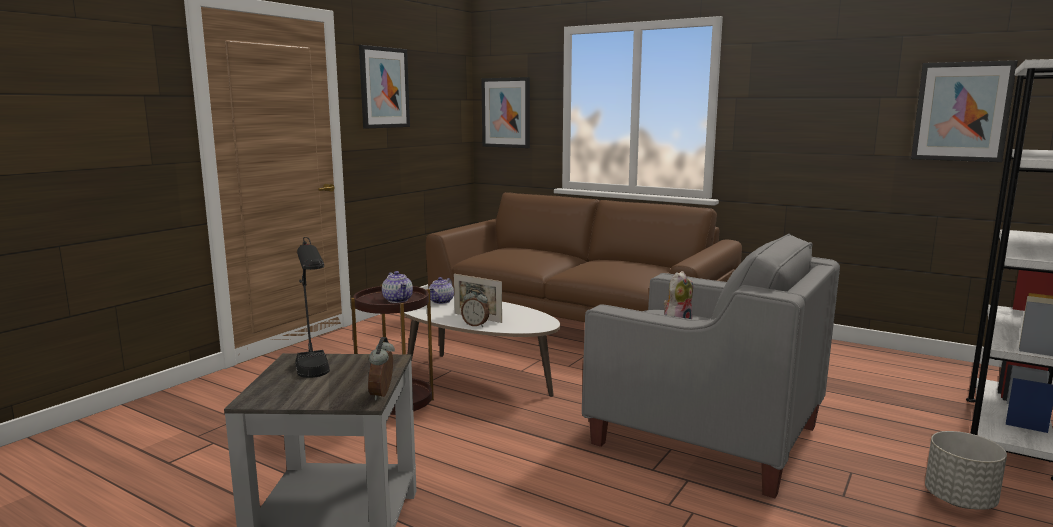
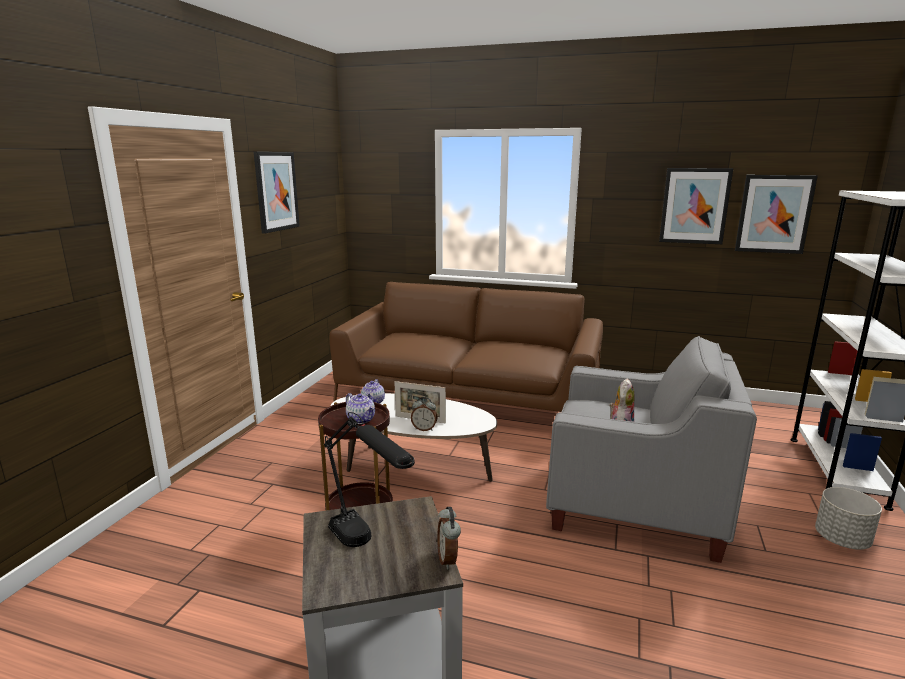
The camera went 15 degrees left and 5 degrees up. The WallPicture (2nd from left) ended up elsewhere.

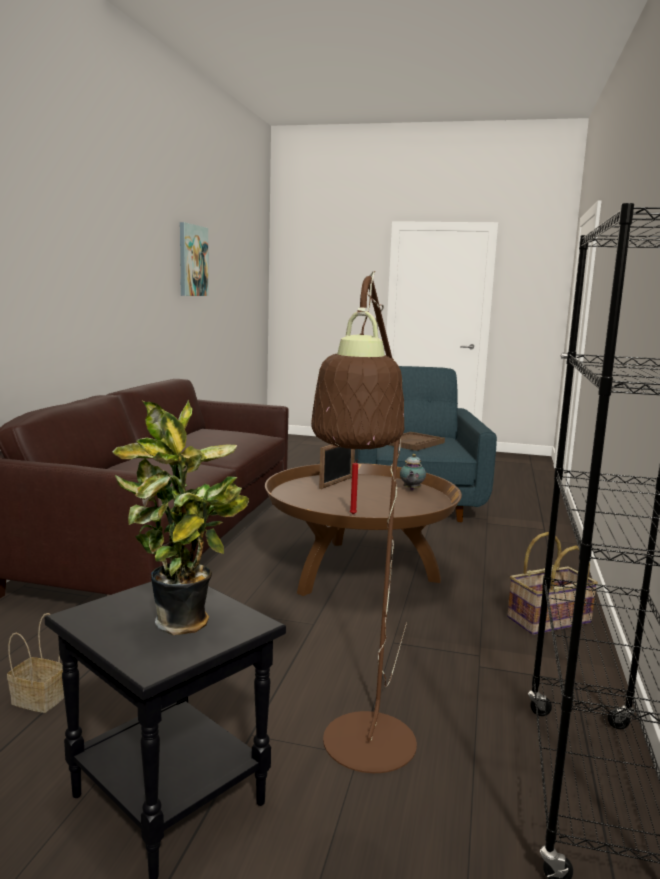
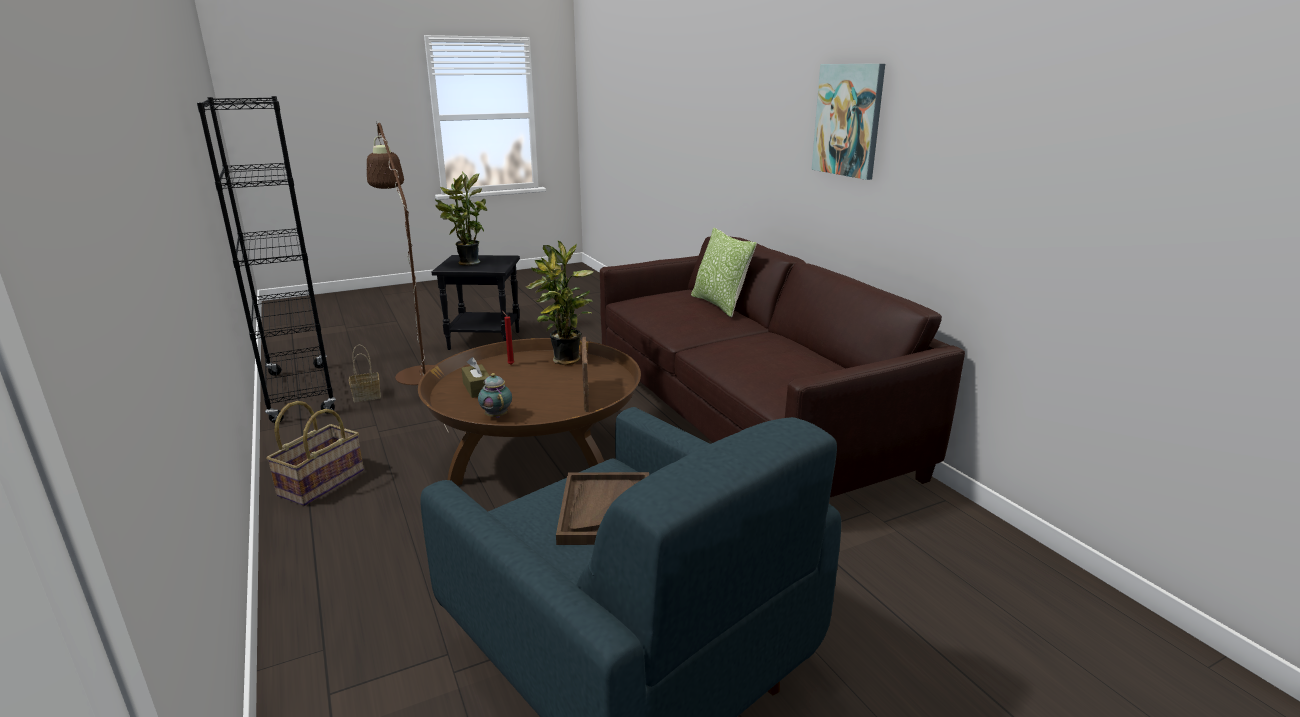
The camera went 140 degrees right and 10 degrees up. The Basket (1st from left in the first image) ended up elsewhere. The second view gained the BrownColouredTissueBox. The second view gained the PottedPlant (2nd from left). The second view gained the ThrowPillow. The WallPicture ended up elsewhere.

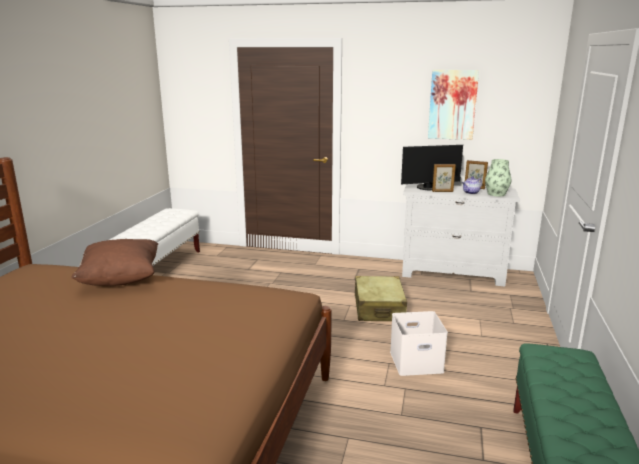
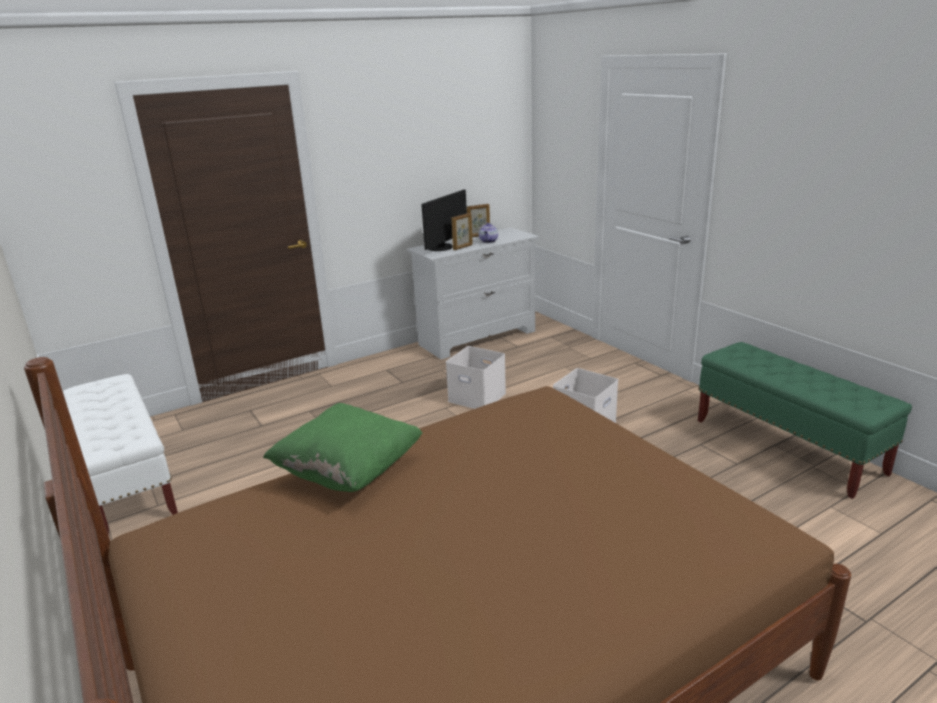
The camera went 45 degrees left and 5 degrees up. What was the BrownColouredThrowPillow turned into the GreenThrowPillow. Where the BeigeColouredTravelCase stood, the WhitishStorageBox (1st from left) came to stand. The second view lost the WallPicture. The second view lost the DecorativeVase.

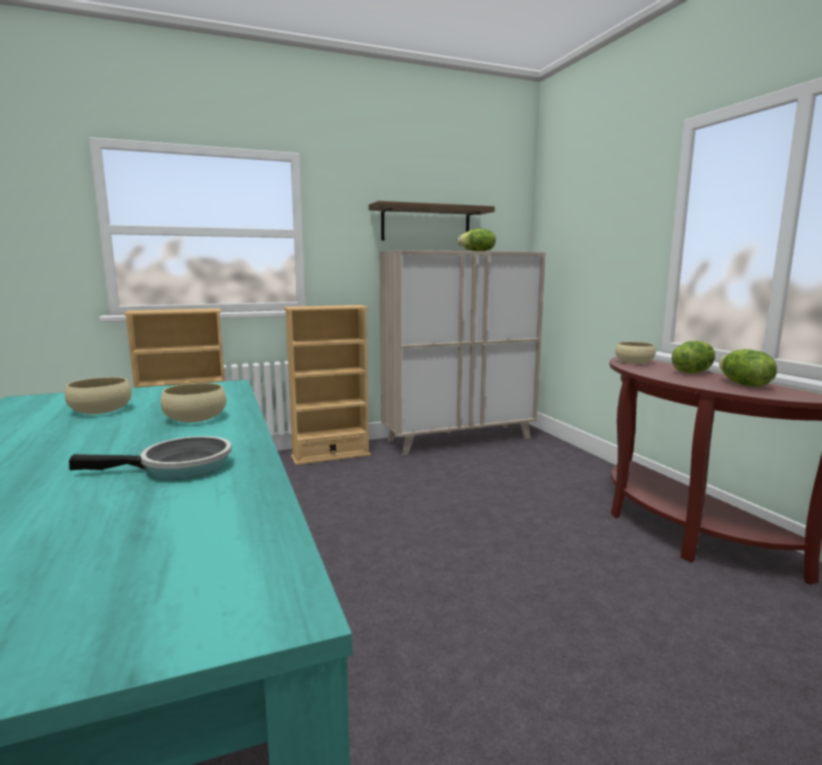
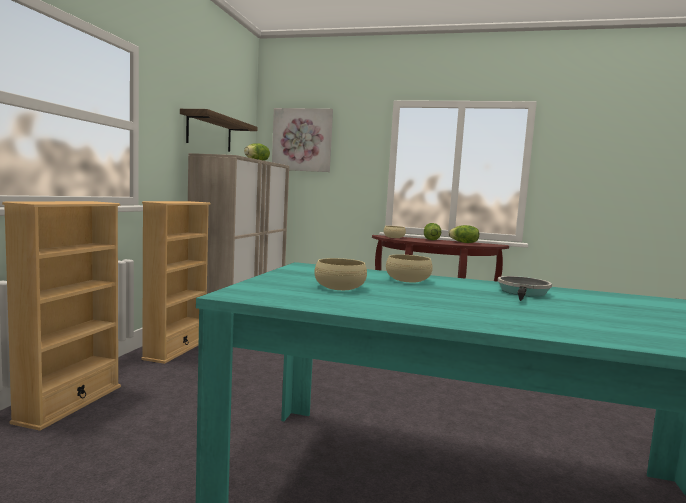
The camera went 55 degrees left and 5 degrees down. The second view gained the WallPicture.

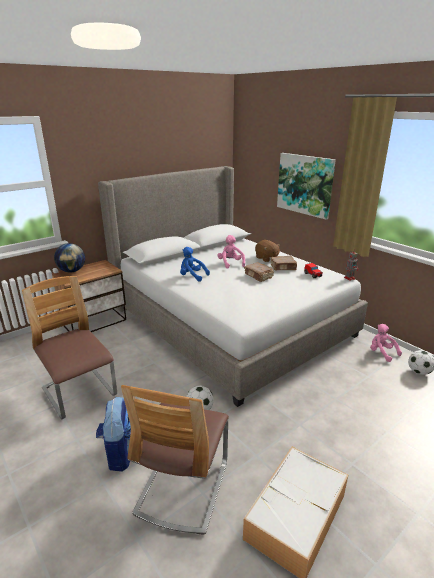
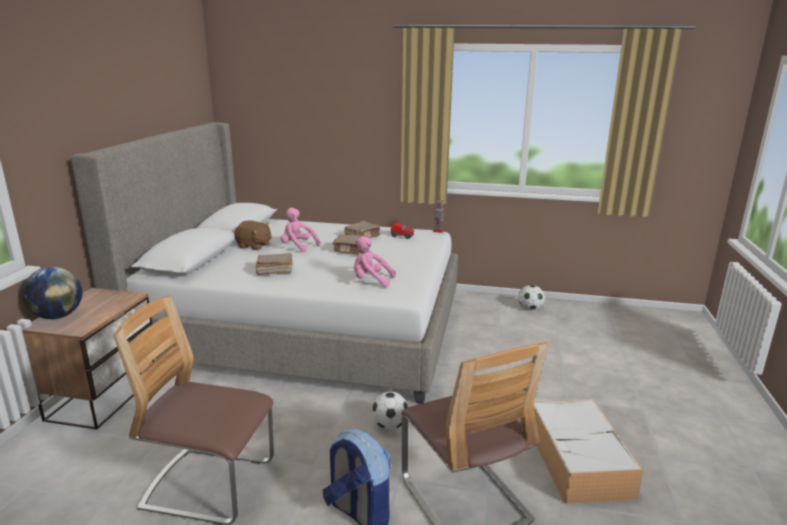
The camera went 40 degrees left and 5 degrees down. The BrownColouredSoftToy ended up elsewhere. Where the BlueSoftToy stood, the BrownColouredBook (1st from left) came to stand. The PinkColouredSoftToy (2nd from left) ended up elsewhere. The second view lost the WallPicture.

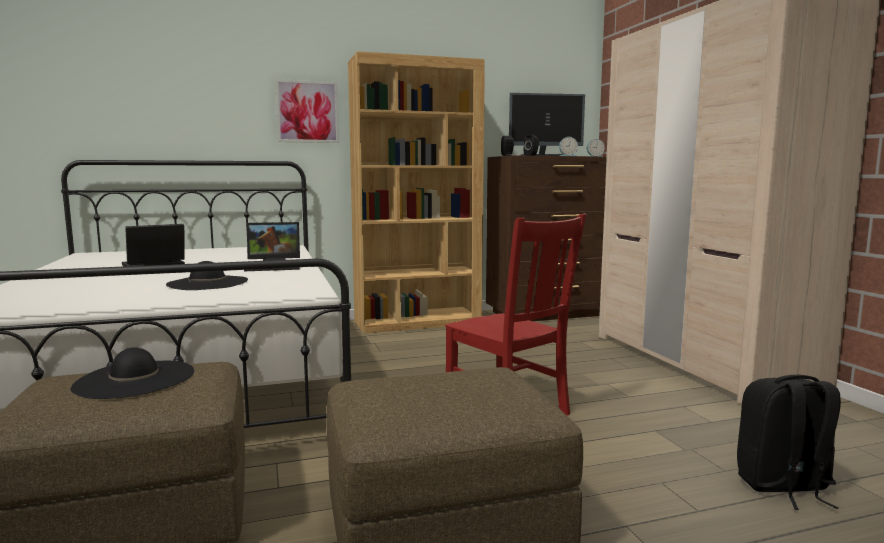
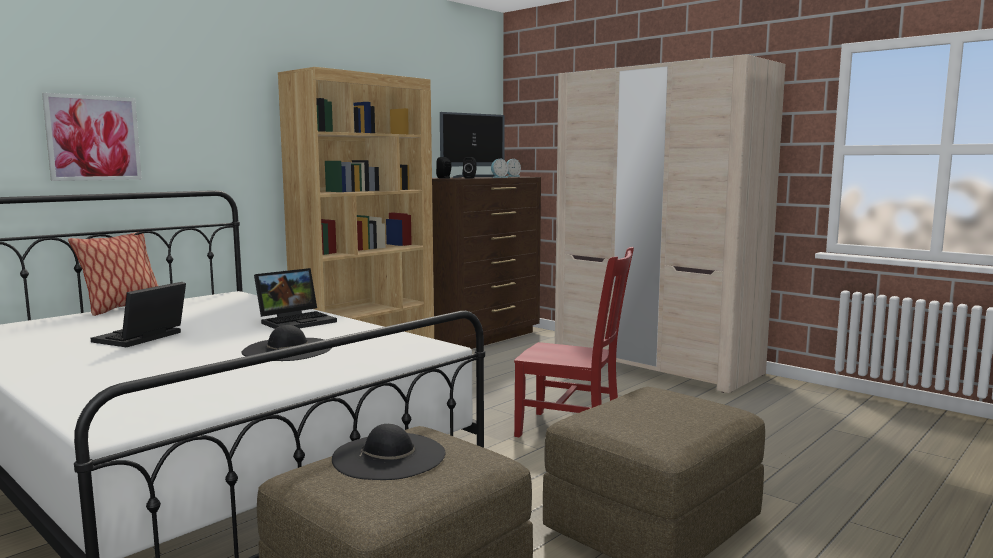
The camera went 30 degrees left and 0 degrees up. The WallPicture ended up elsewhere. The second view gained the ThrowPillow. The second view lost the BlackishBackpack.

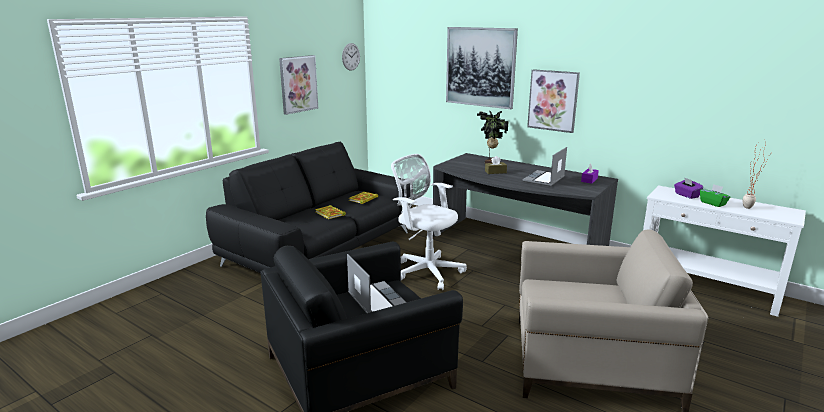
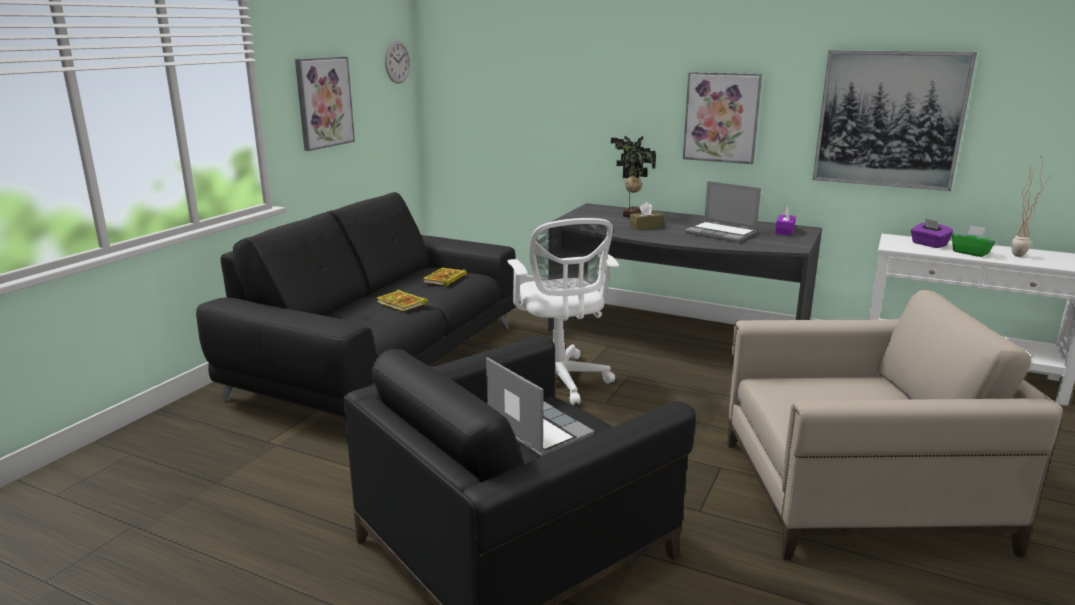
The camera went 10 degrees left and 0 degrees up. The WhitishDeskChair ended up facing another way, 135 degrees counterclockwise from before. The Laptop (2nd from left) ended up facing another way, 75 degrees counterclockwise from before. The WallPicture (2nd from left in the first image) ended up elsewhere.

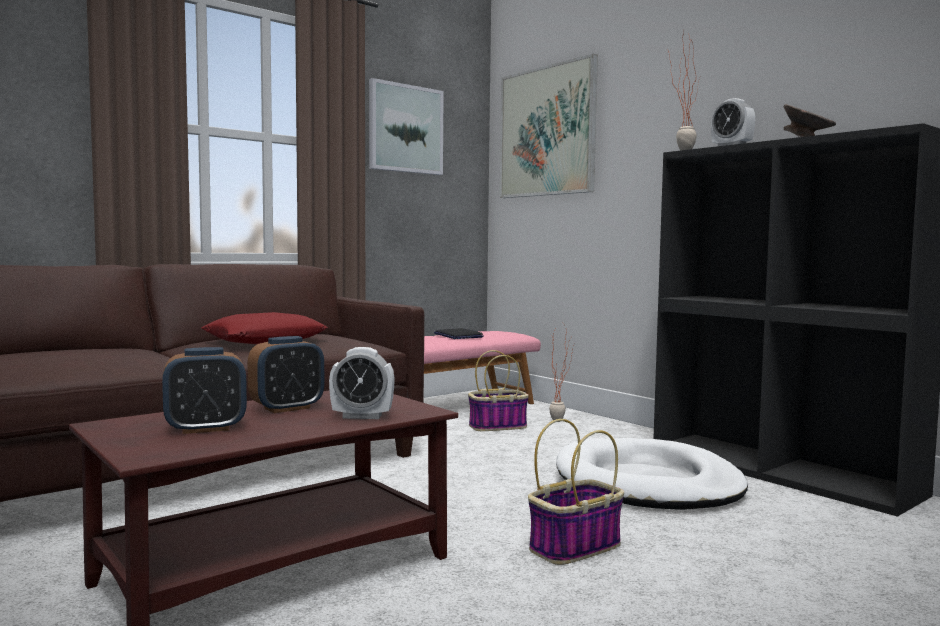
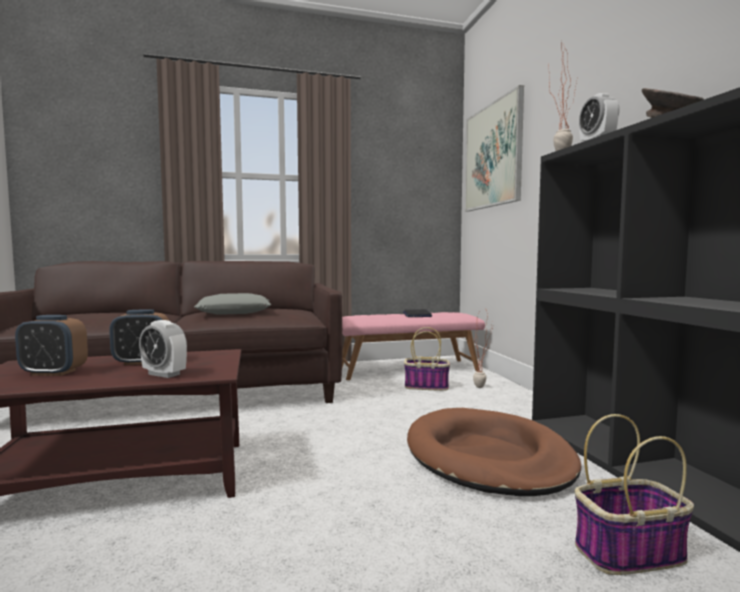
The camera went 25 degrees right and 0 degrees up. What was the ReddishThrowPillow turned into the GreyThrowPillow. What was the WhitishDogCushion turned into the BrownColouredDogCushion. The Basket (2nd from left) ended up elsewhere. The second view lost the WallPicture (1st from left).

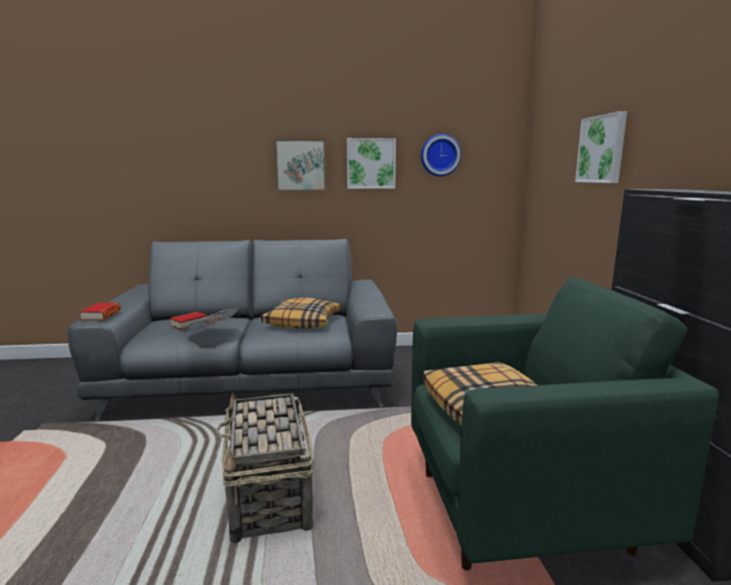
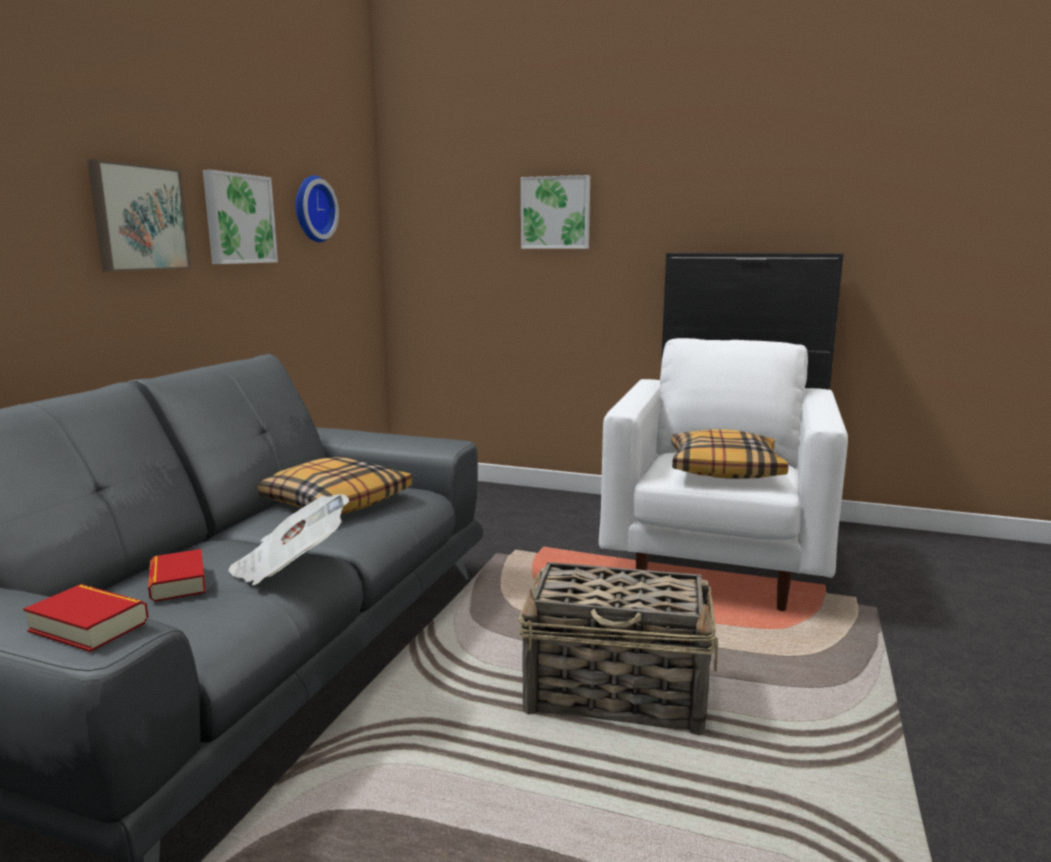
The camera went 65 degrees left and 0 degrees up. What was the GreenEasyChair turned into the WhitishEasyChair.

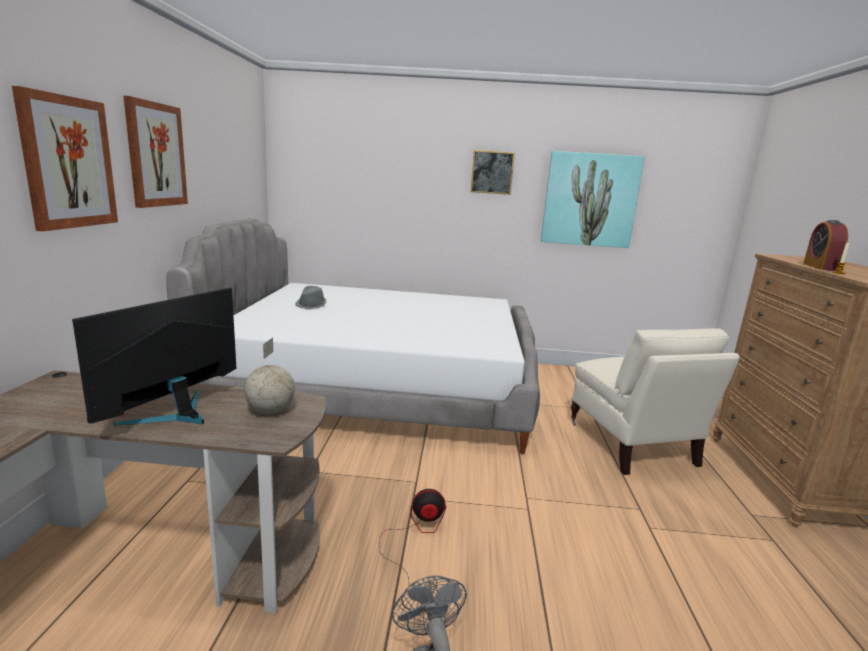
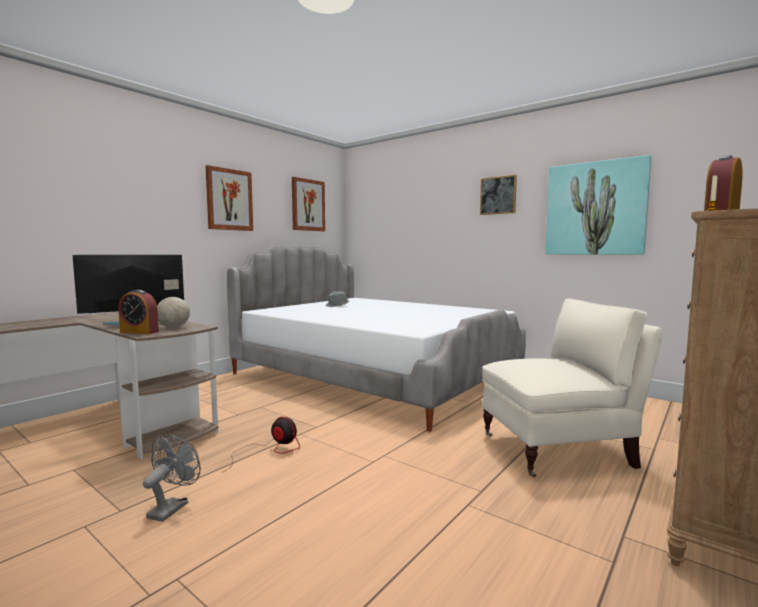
The camera went 35 degrees right and 10 degrees down. The second view gained the AlarmClock (1st from left). The WallPicture (1st from left in the first image) ended up elsewhere. The BeigeColouredEasyChair ended up facing another way, 120 degrees counterclockwise from before.

